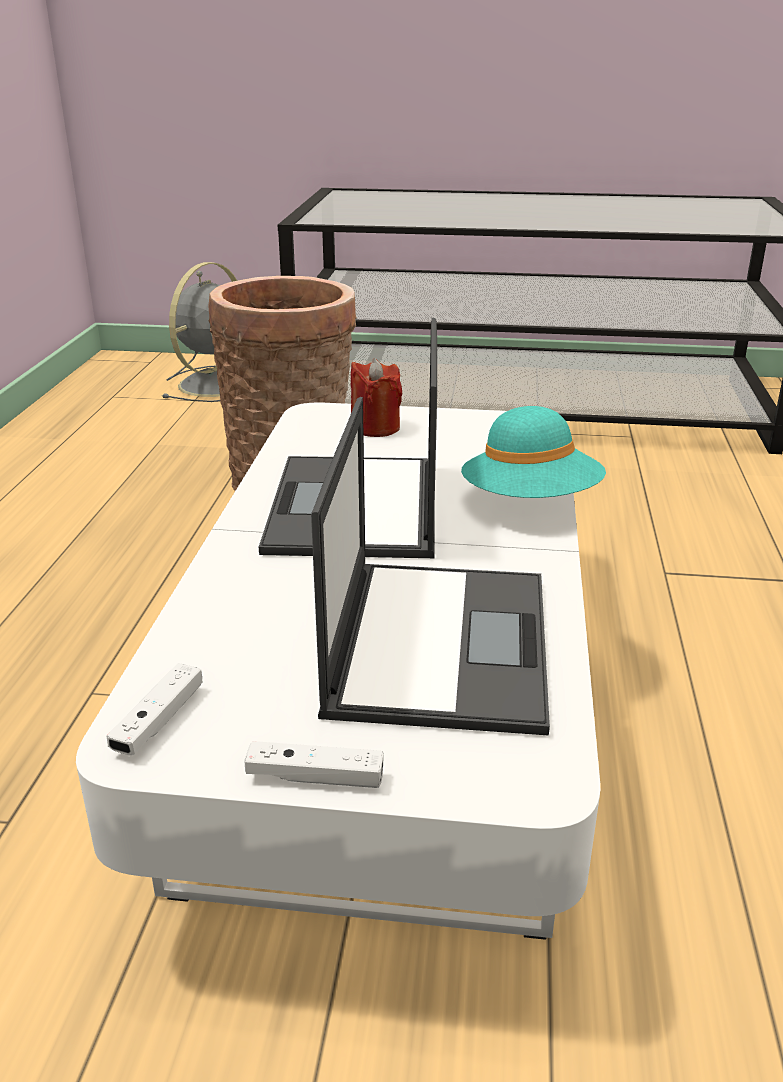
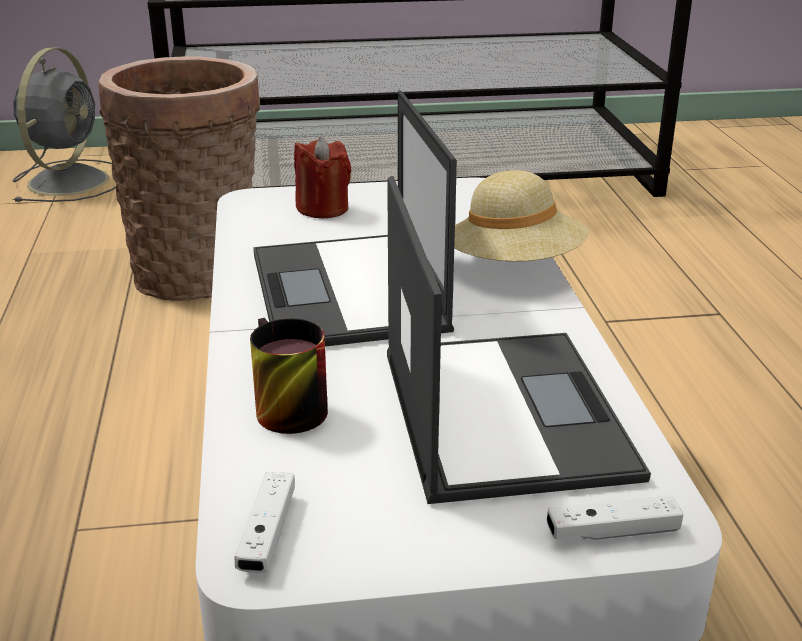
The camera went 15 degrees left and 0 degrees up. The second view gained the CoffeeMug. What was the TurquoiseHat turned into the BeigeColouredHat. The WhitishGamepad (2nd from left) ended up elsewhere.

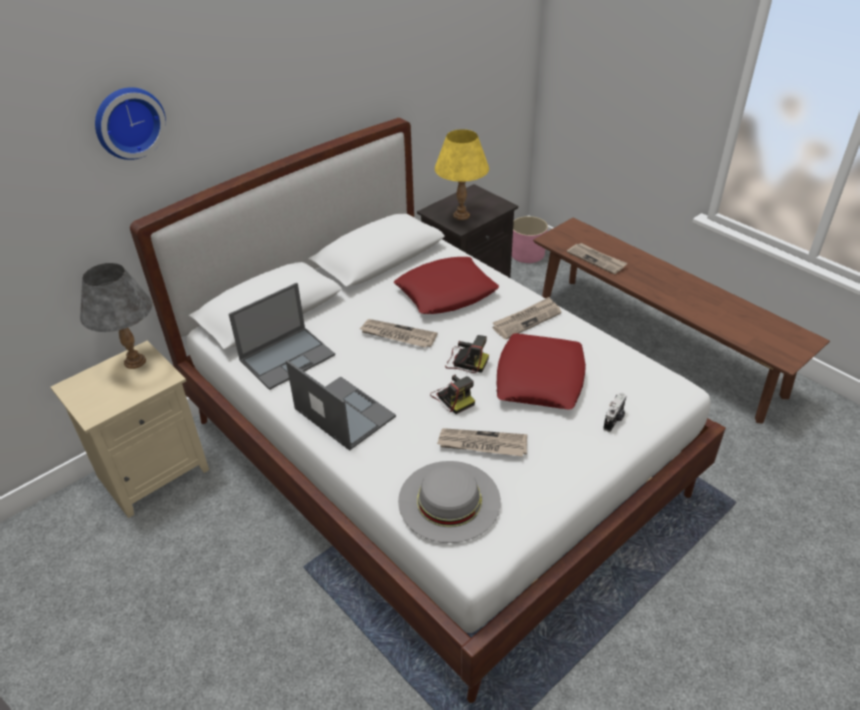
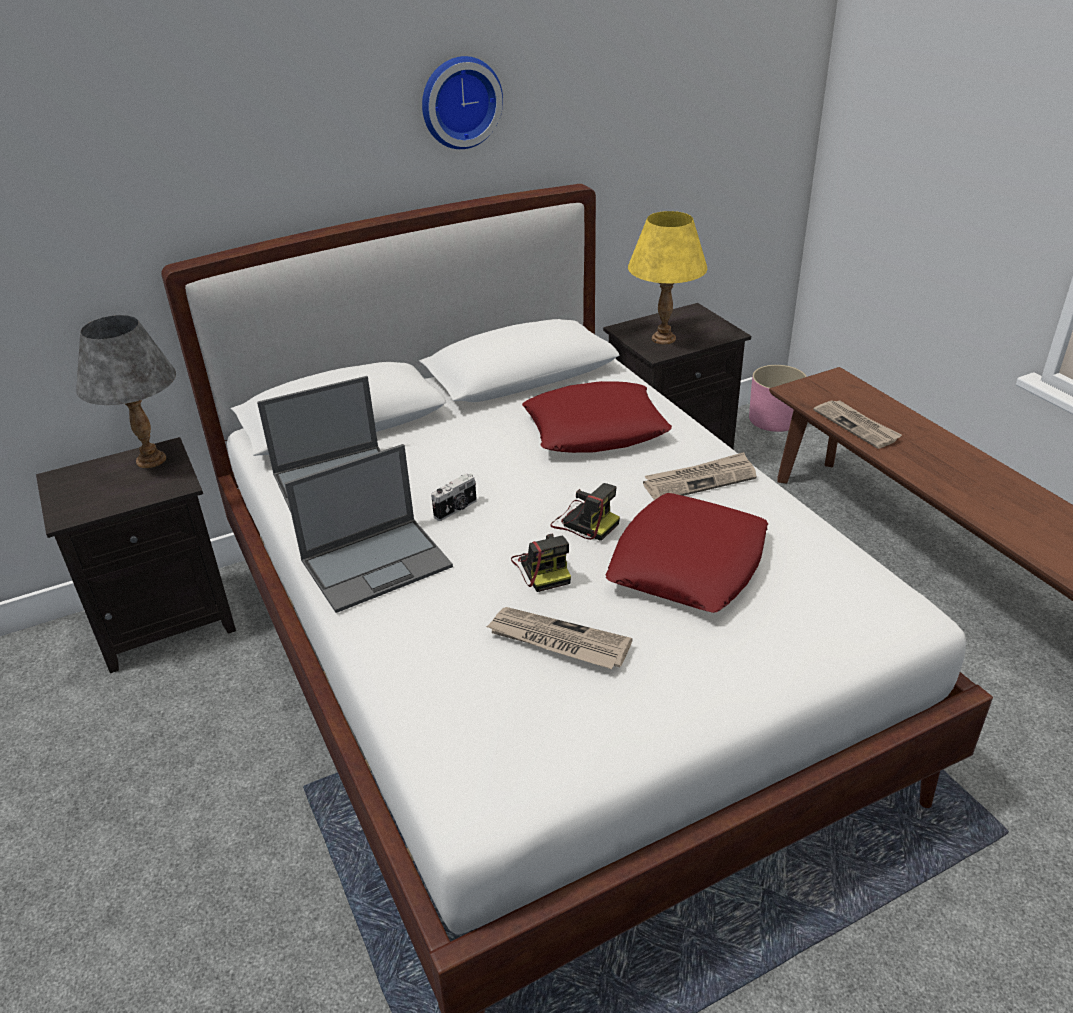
The camera went 15 degrees right and 5 degrees down. What was the BeigeColouredBedsideTable turned into the BlackishBedsideTable (1st from left). The Laptop (2nd from left) ended up facing another way, 90 degrees clockwise from before. The ClockOnTheWall ended up elsewhere. The PhotoCamera (3rd from left in the first image) ended up elsewhere. The second view lost the Newspaper (1st from left). The second view lost the GreyHat.

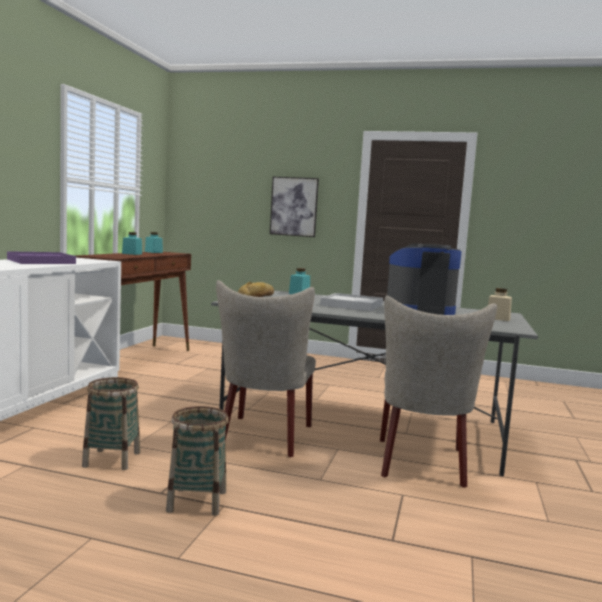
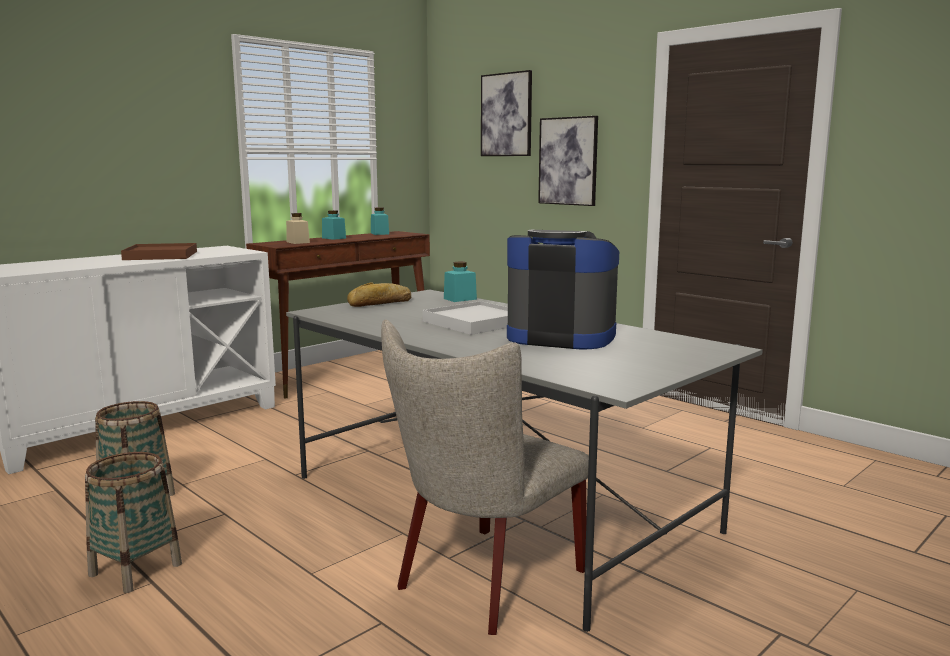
The camera went 30 degrees right and 5 degrees up. What was the PurplishTray turned into the BrownColouredTray. The BeigeColouredStorageJar ended up elsewhere. The second view gained the WallPicture (1st from left). The second view lost the BeigeColouredChair (1st from left).

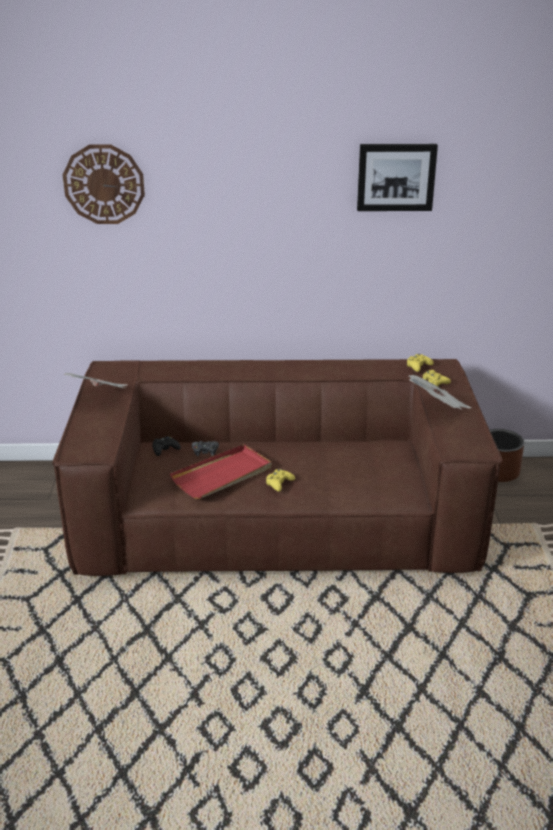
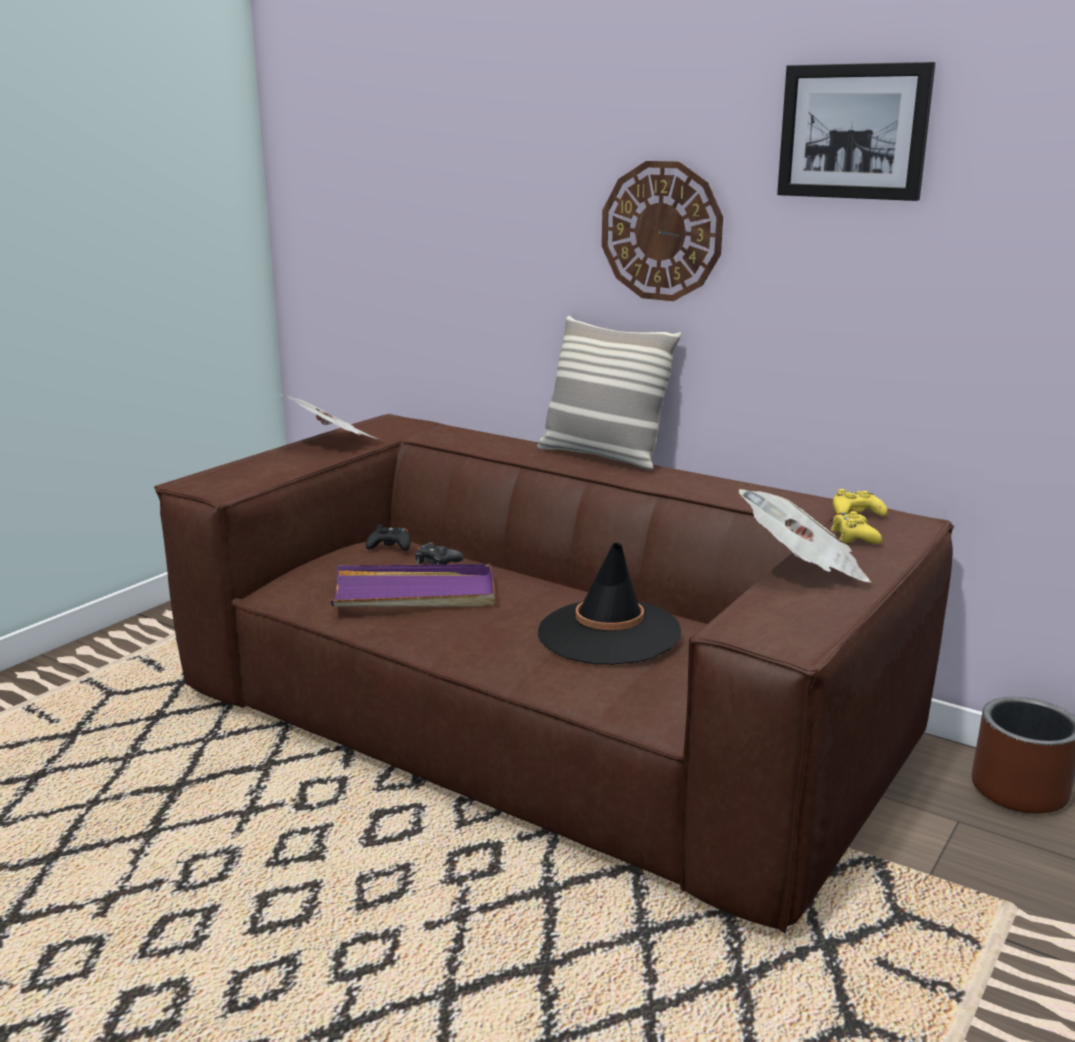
The camera went 35 degrees right and 10 degrees down. What was the ReddishTray turned into the PurplishTray. The second view gained the ThrowPillow. The second view gained the BlackishHat. The ClockOnTheWall ended up elsewhere. The second view lost the YellowColouredGamepad (1st from left).

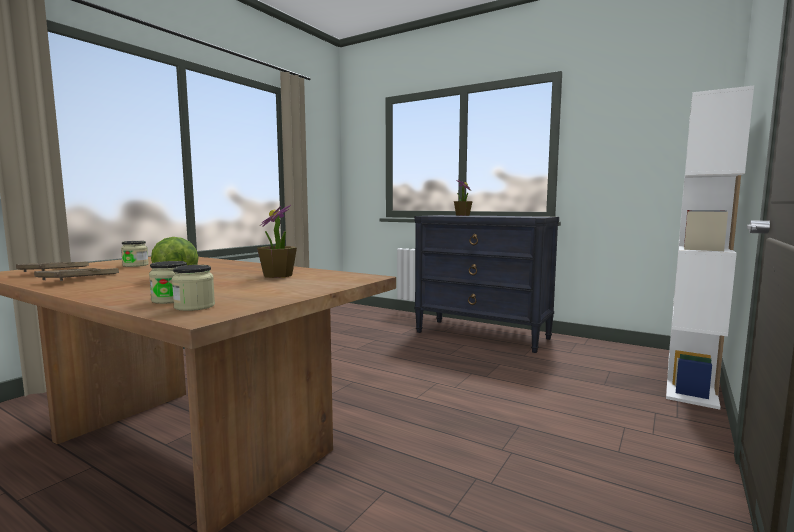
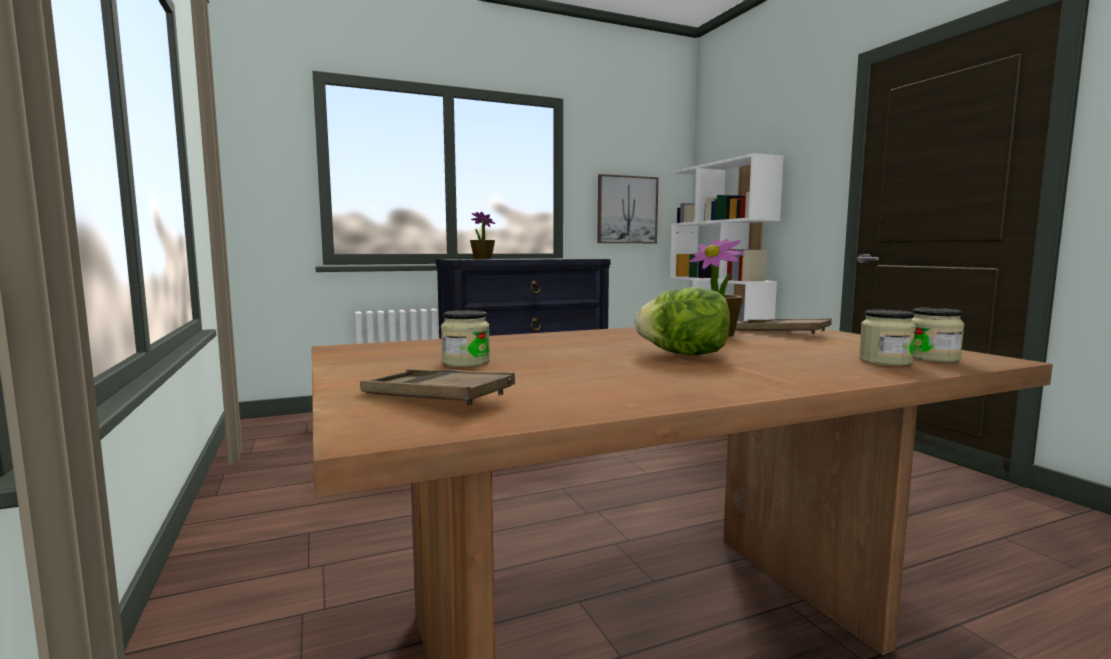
The camera went 55 degrees left and 0 degrees up. The second view gained the WallPicture. The BrownColouredTray (2nd from left) ended up elsewhere.

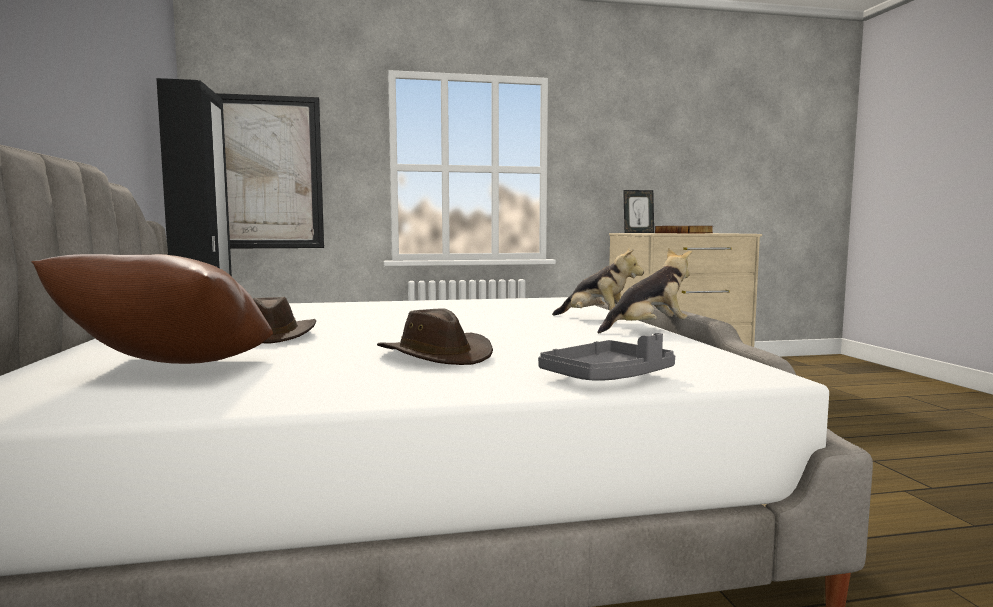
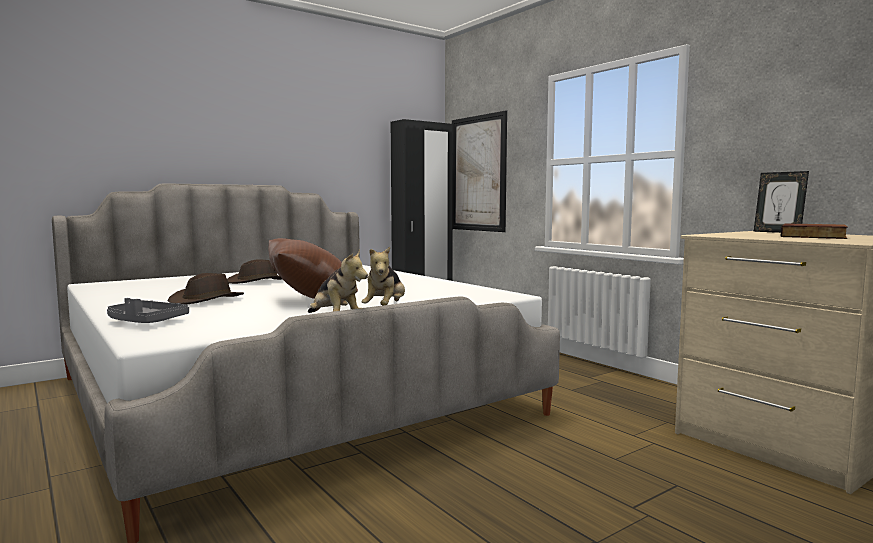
The camera went 65 degrees right and 0 degrees up. The BrownColouredThrowPillow ended up elsewhere.

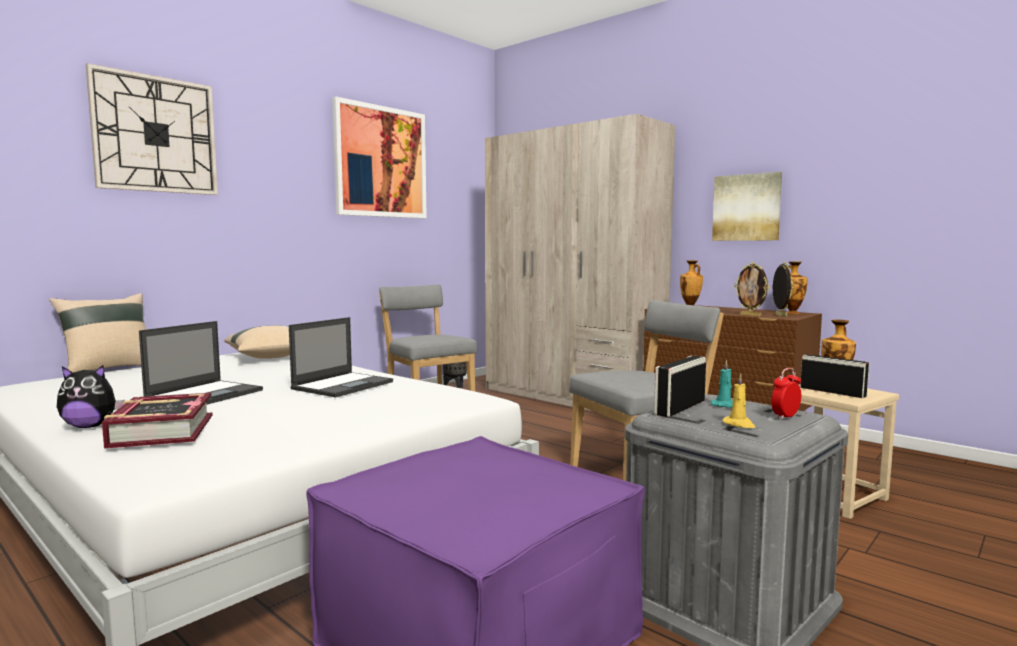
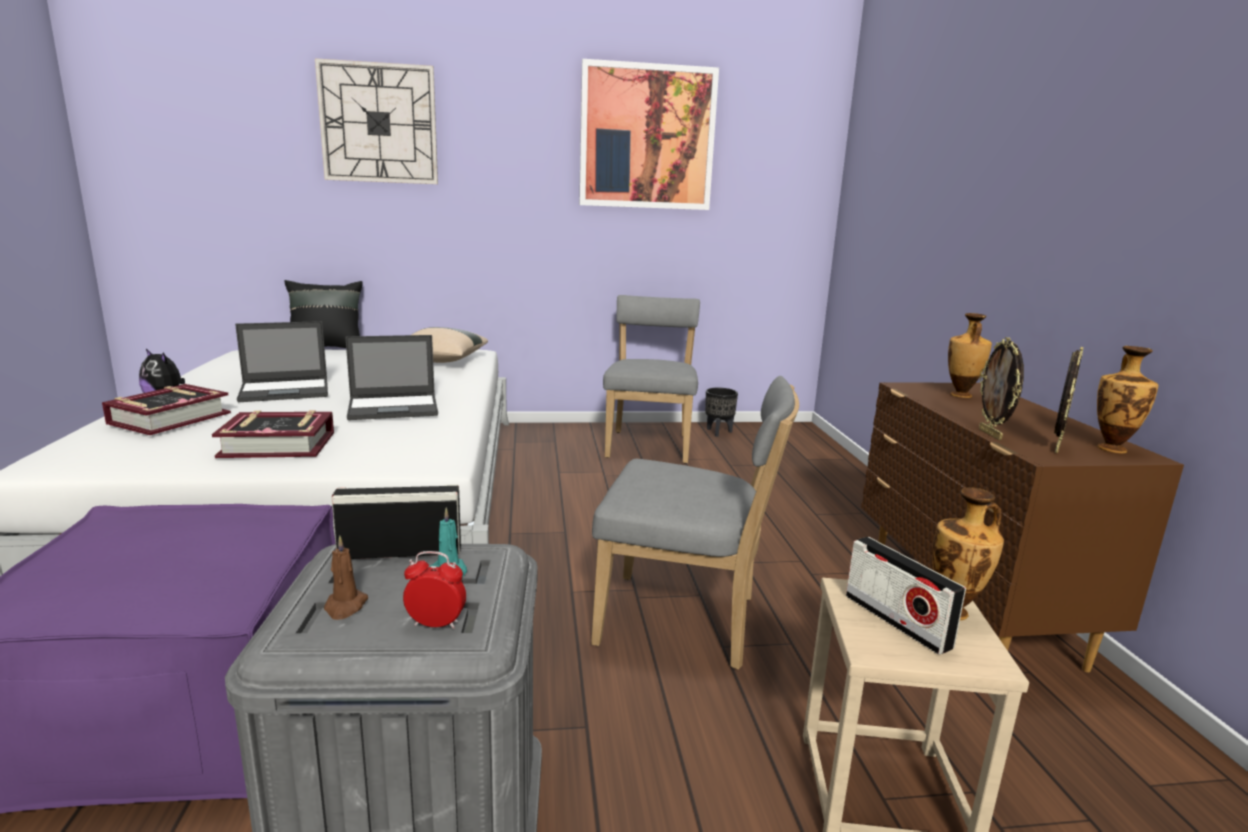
The camera went 40 degrees right and 10 degrees up. The second view gained the Book (2nd from left). What was the BeigeColouredThrowPillow (1st from left) turned into the BlackishThrowPillow. What was the YellowColouredWaxCandle turned into the BrownColouredWaxCandle. The RadioReceiver (2nd from left) ended up facing another way, 150 degrees clockwise from before. The second view lost the BeigeColouredClothesCupboard. The second view lost the WallPicture (2nd from left).

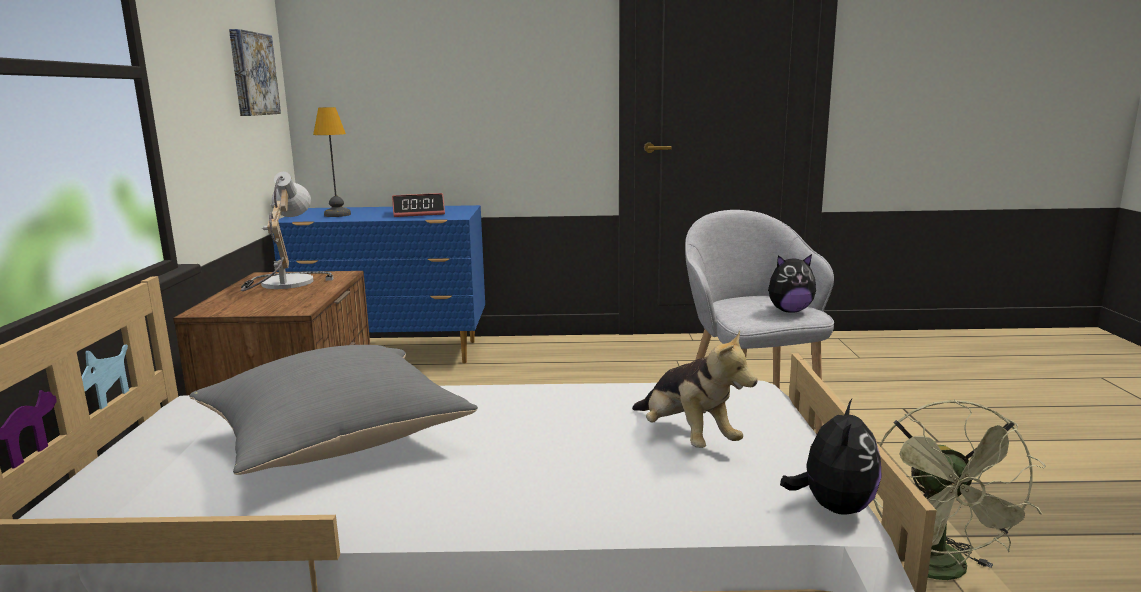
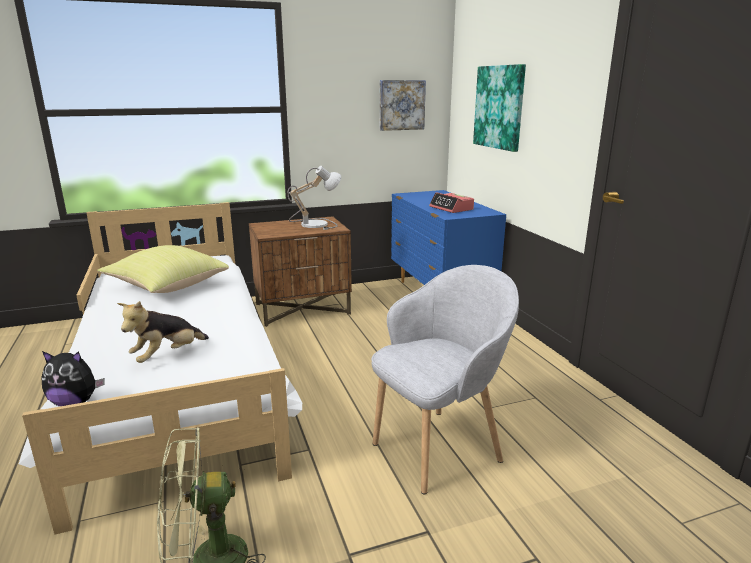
The camera went 70 degrees right and 5 degrees up. What was the GreyThrowPillow turned into the YellowColouredThrowPillow. The second view gained the WallPicture (2nd from left). The second view lost the TableLamp (2nd from left). The second view lost the SoftToy (2nd from left).

